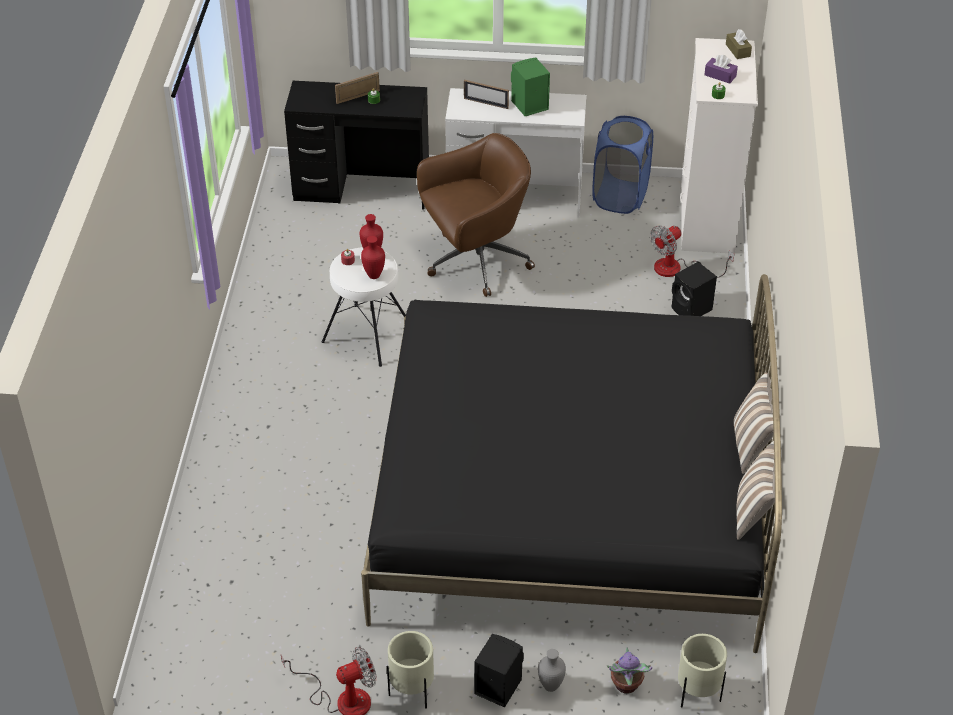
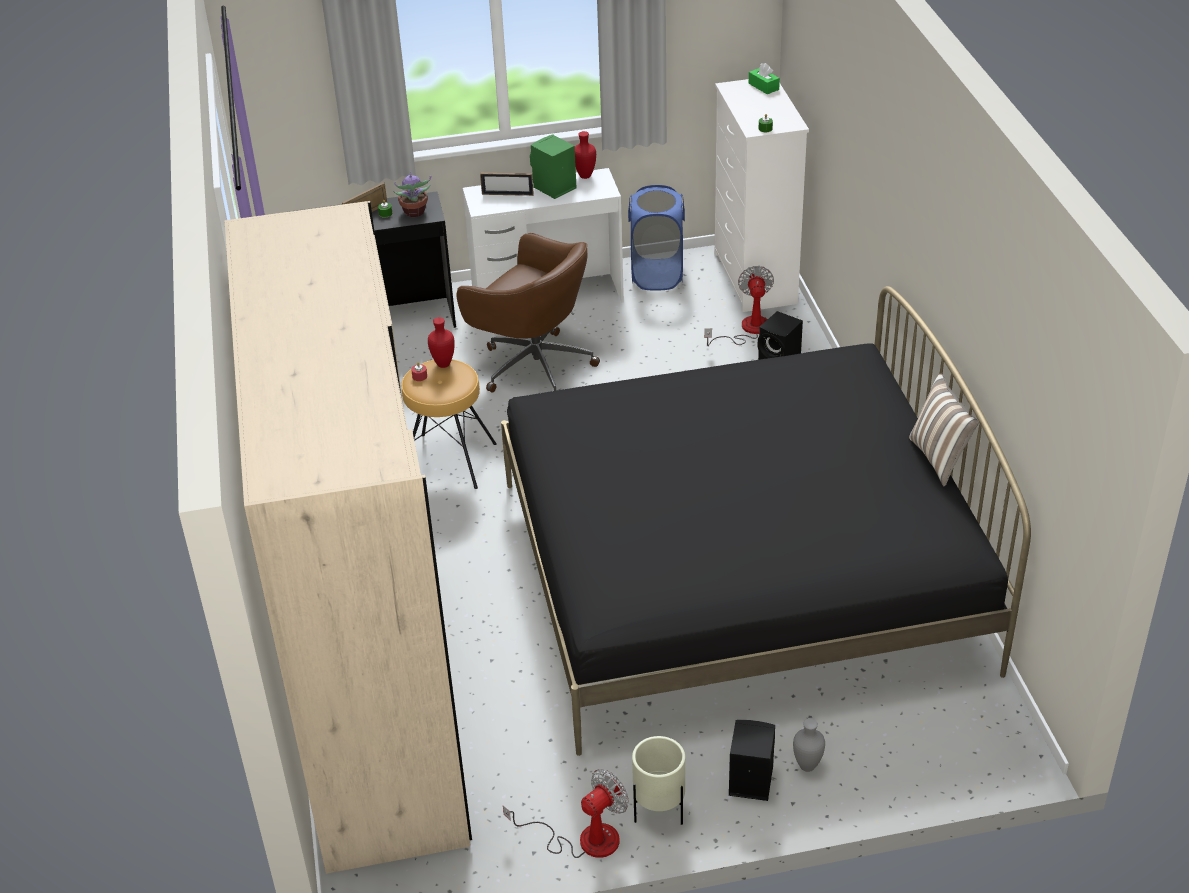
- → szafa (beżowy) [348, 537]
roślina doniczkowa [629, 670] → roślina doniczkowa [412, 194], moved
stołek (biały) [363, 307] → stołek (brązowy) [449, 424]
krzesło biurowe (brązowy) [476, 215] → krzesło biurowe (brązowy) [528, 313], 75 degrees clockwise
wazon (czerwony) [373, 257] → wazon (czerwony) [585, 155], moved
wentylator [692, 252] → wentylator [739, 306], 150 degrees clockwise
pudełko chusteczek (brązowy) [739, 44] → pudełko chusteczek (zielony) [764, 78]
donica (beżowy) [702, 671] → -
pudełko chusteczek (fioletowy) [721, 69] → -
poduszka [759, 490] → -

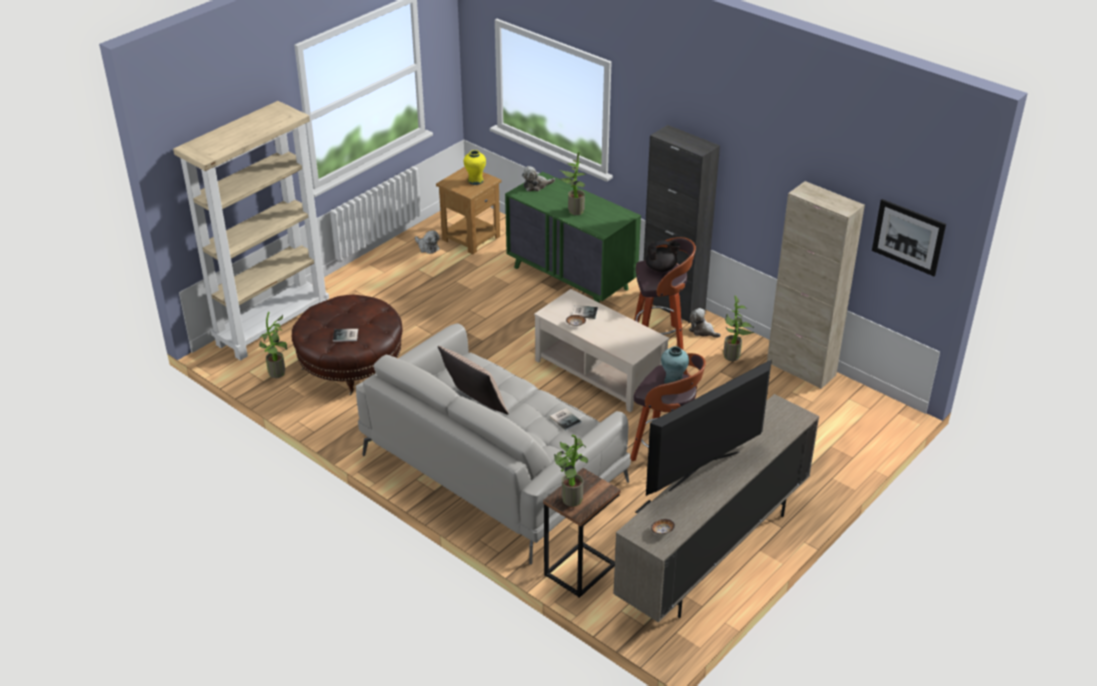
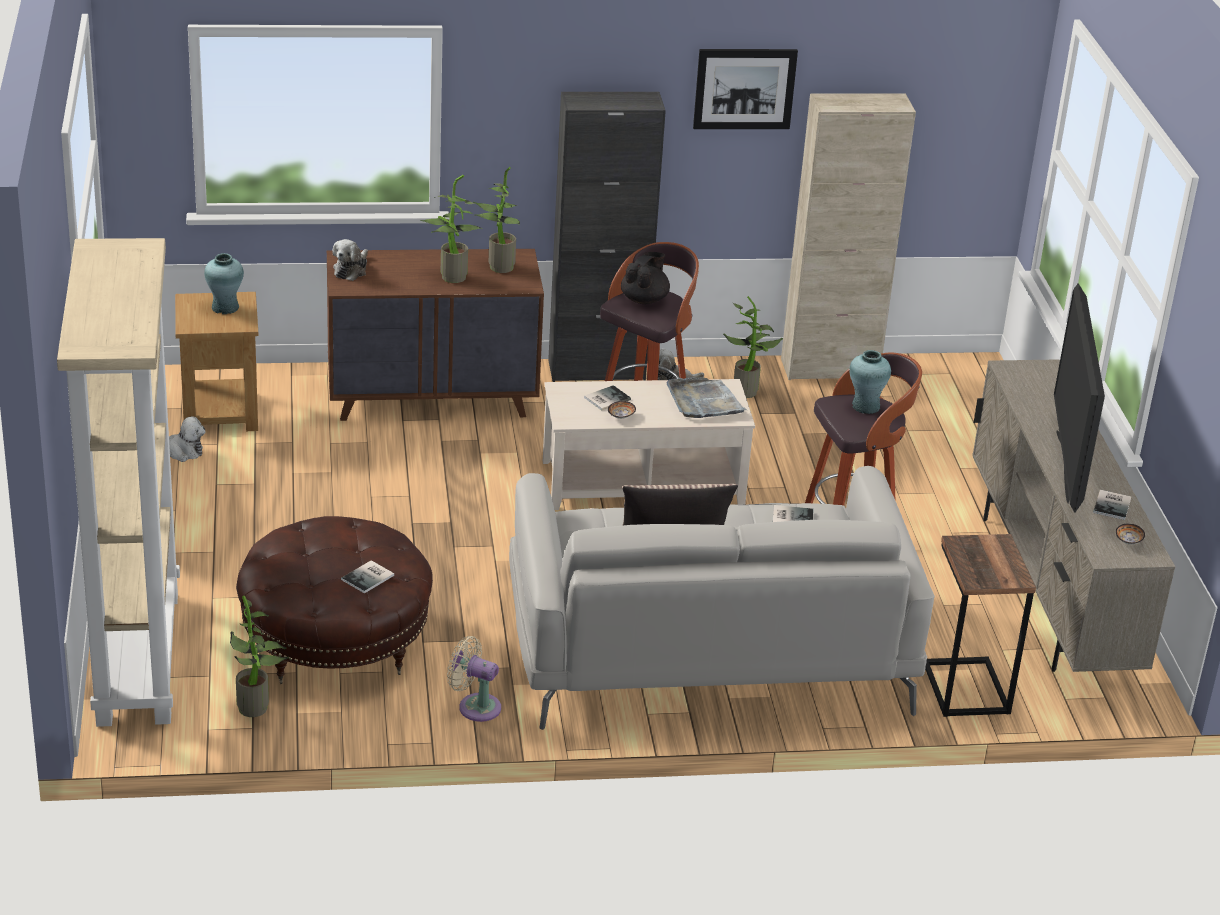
wazon (żółty) [475, 167] → wazon (turkusowy) [224, 283]
komoda (zielony) [573, 237] → komoda (brązowy) [435, 335]
- → wentylator (beżowy) [474, 679]
roślina doniczkowa [571, 471] → roślina doniczkowa [496, 220], moved
- → taca (szary) [706, 397]
obraz [909, 237] → obraz [745, 89], moved
- → książka [1112, 505]

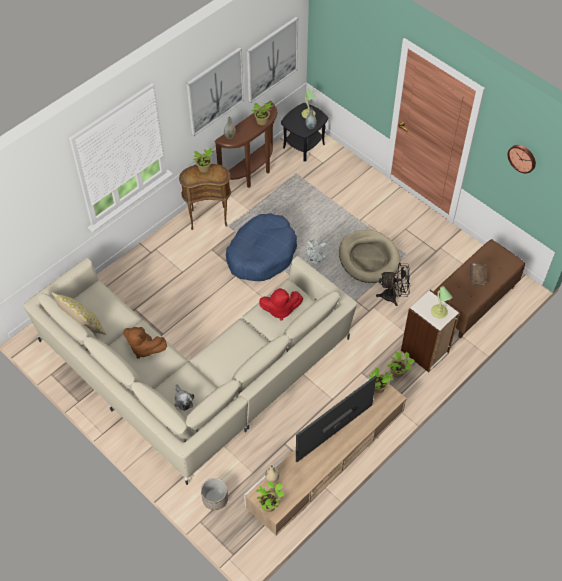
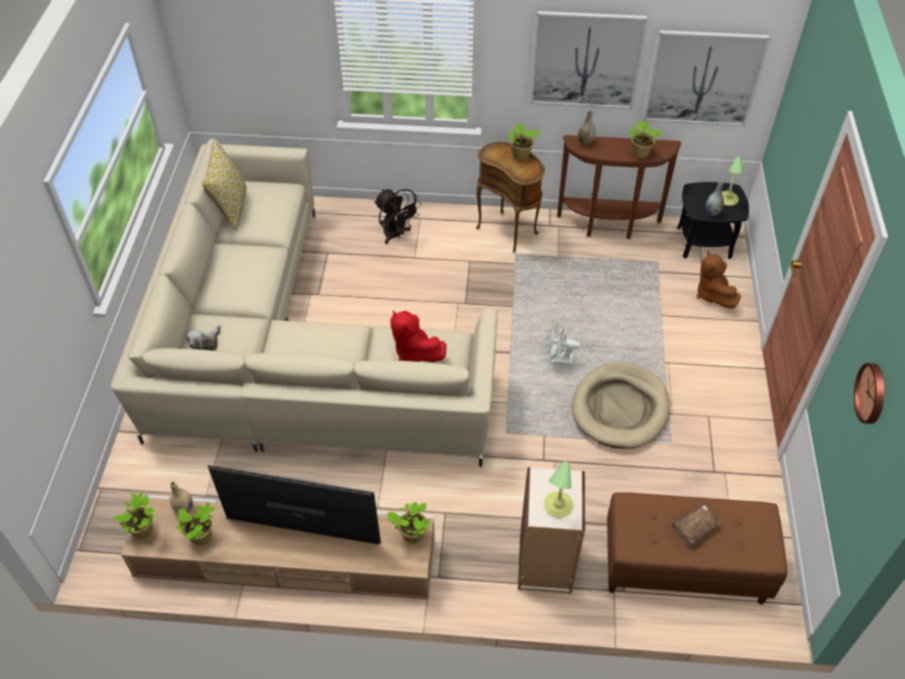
roślina doniczkowa [400, 364] → roślina doniczkowa [195, 523], moved
wentylator (czarny) [393, 284] → wentylator (czarny) [398, 216], moved
pluszak (brązowy) [145, 343] → pluszak (brązowy) [718, 279], moved
donica [214, 494] → -
legowisko (niebieski) [261, 247] → -

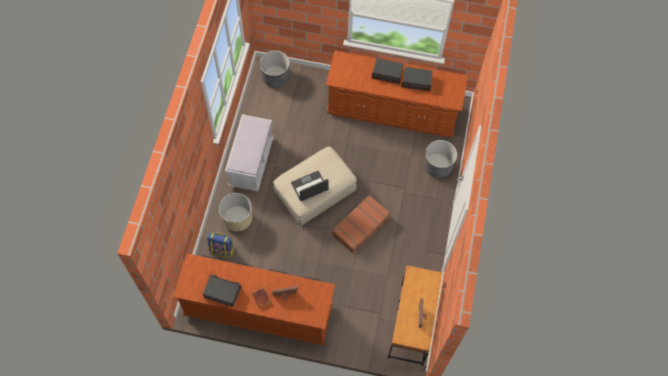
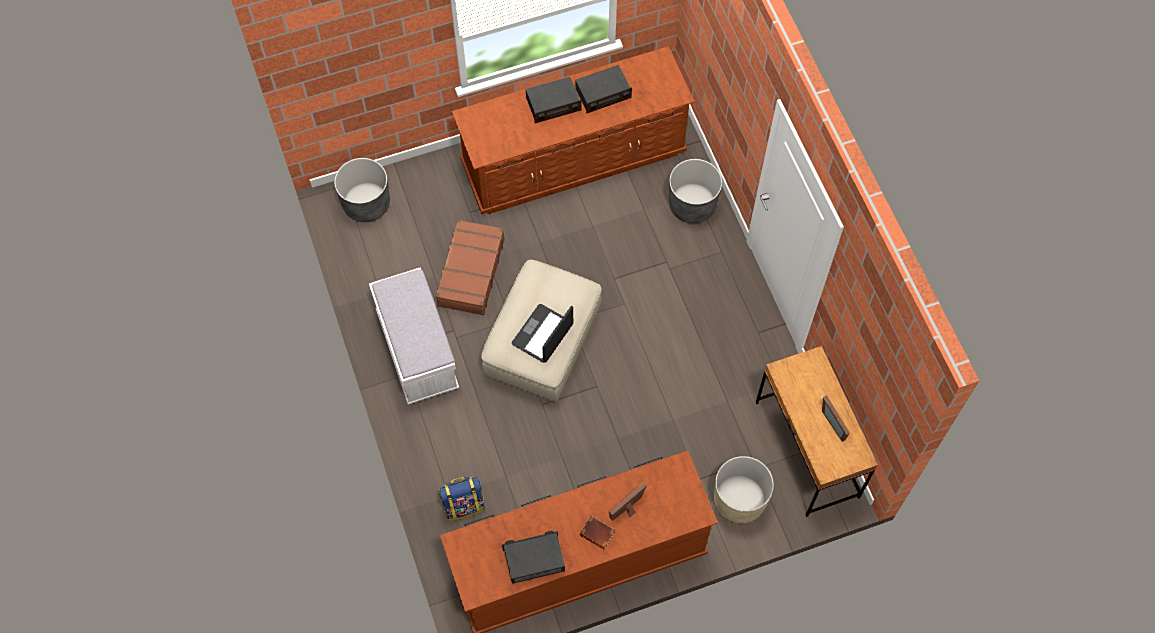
walizka (brązowy) [361, 224] → walizka (brązowy) [470, 267], moved
donica (beżowy) [235, 212] → donica (beżowy) [744, 489], moved

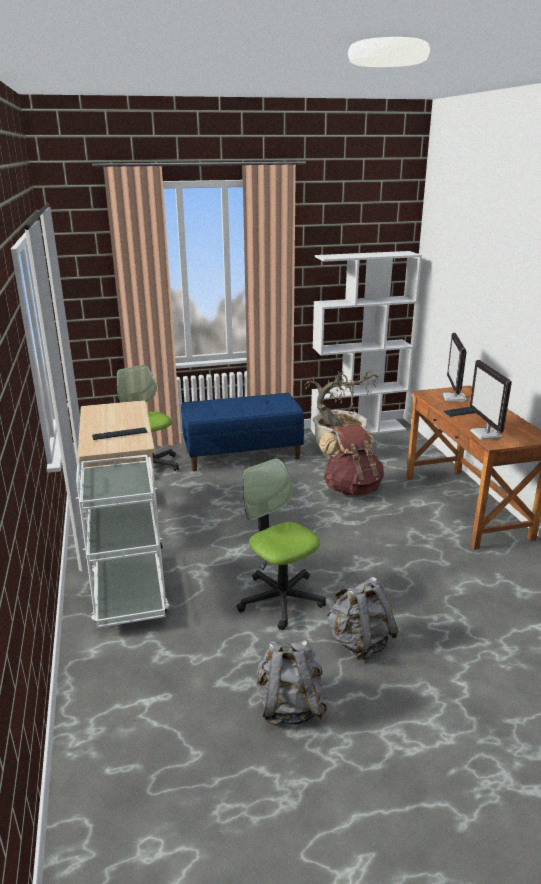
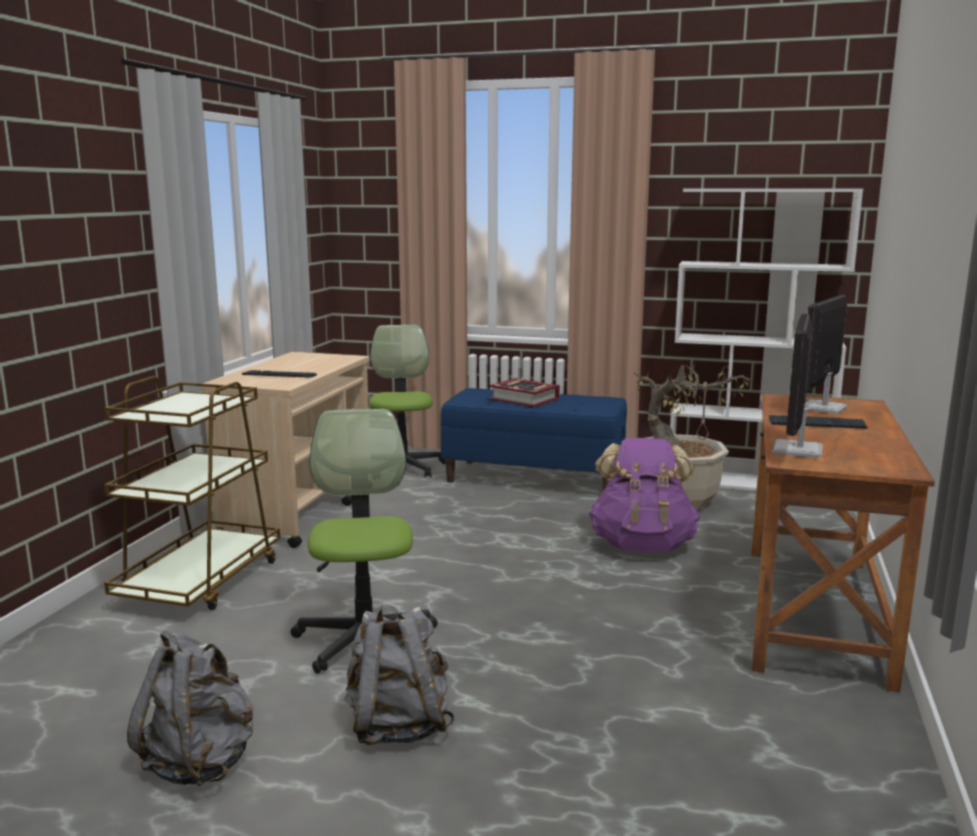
wózek (biały) [122, 541] → wózek (brązowy) [192, 493]
- → książka [524, 392]
plecak (brązowy) [351, 460] → plecak (fioletowy) [644, 495]

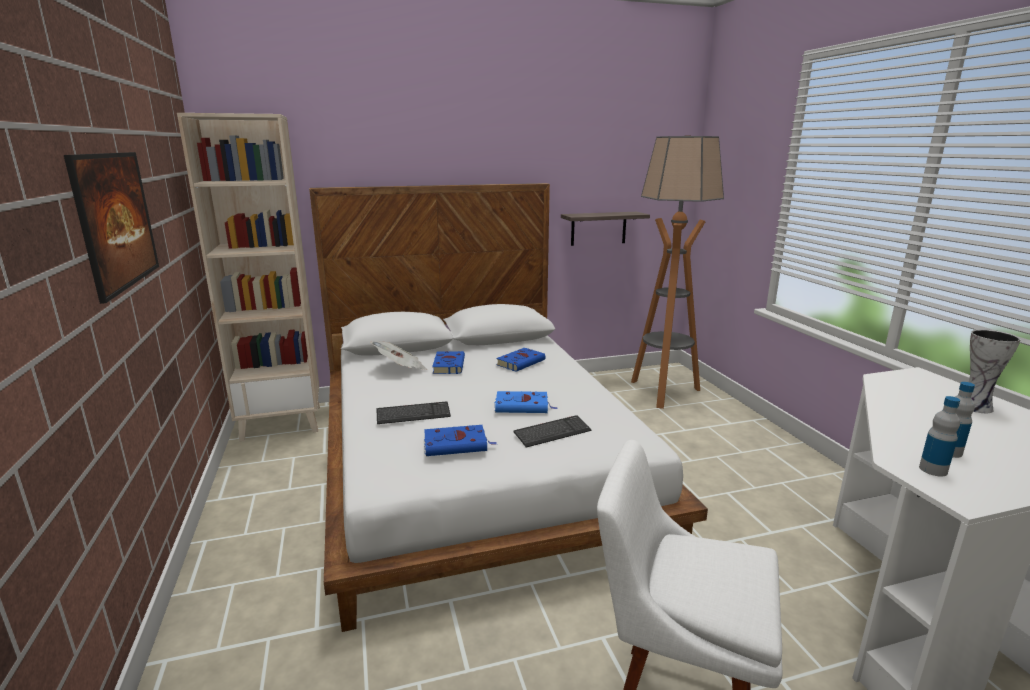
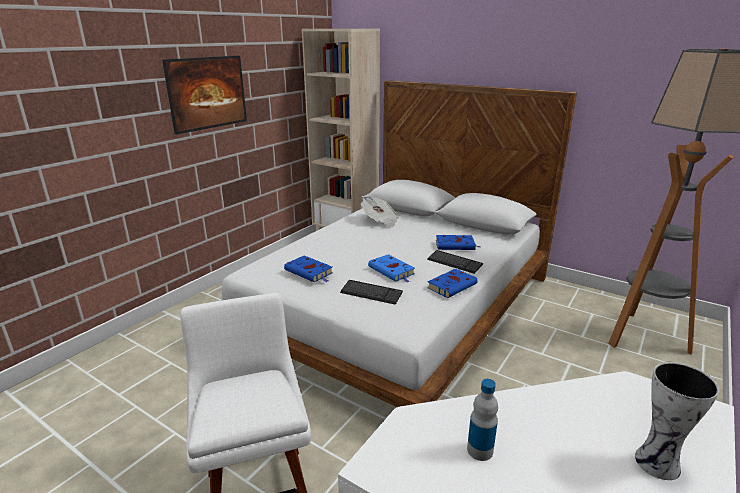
klawiatura [413, 413] → klawiatura [455, 262], moved
książka (niebieski) [448, 362] → książka (niebieski) [452, 283], moved
półka [605, 229] → -
butelka [939, 436] → -

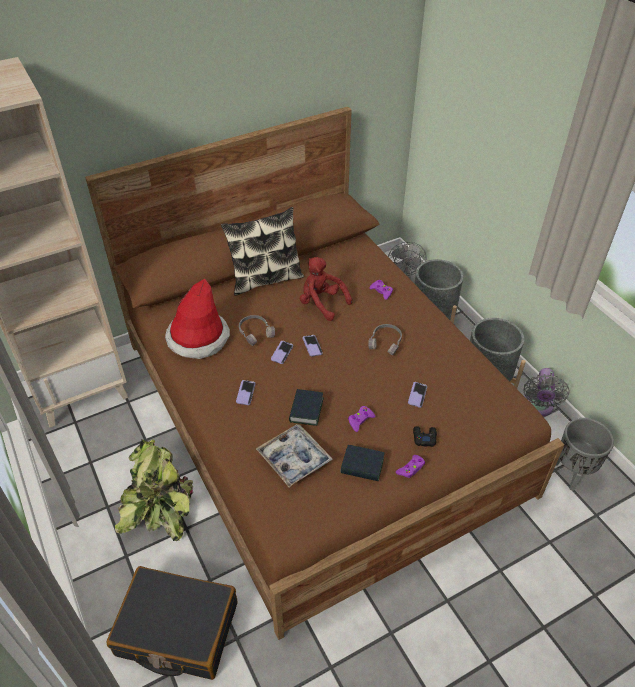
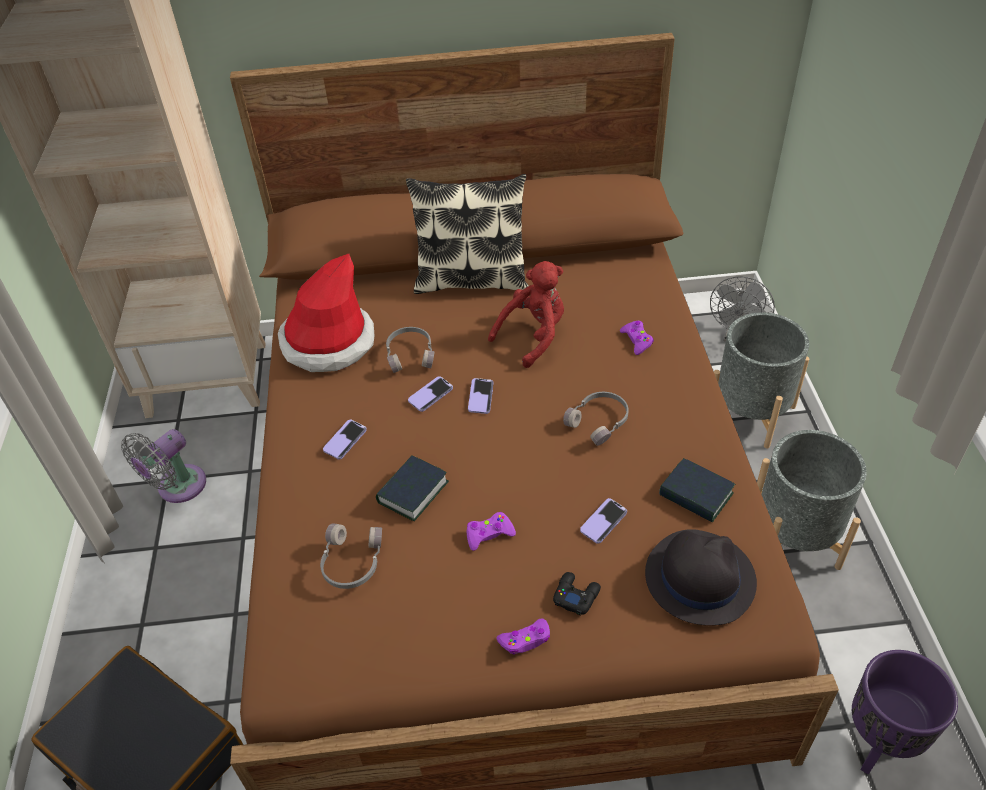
wentylator (szary) [546, 392] → wentylator (szary) [163, 466], moved
taca [294, 455] → słuchawki (szary) [351, 556]
pluszak (czerwony) [326, 289] → pluszak (czerwony) [526, 314], 75 degrees clockwise
- → kapelusz (czarny) [701, 577]
książka [362, 463] → książka [697, 490], moved
donica (szary) [585, 454] → donica (fioletowy) [905, 712]
roślina doniczkowa [154, 490] → -

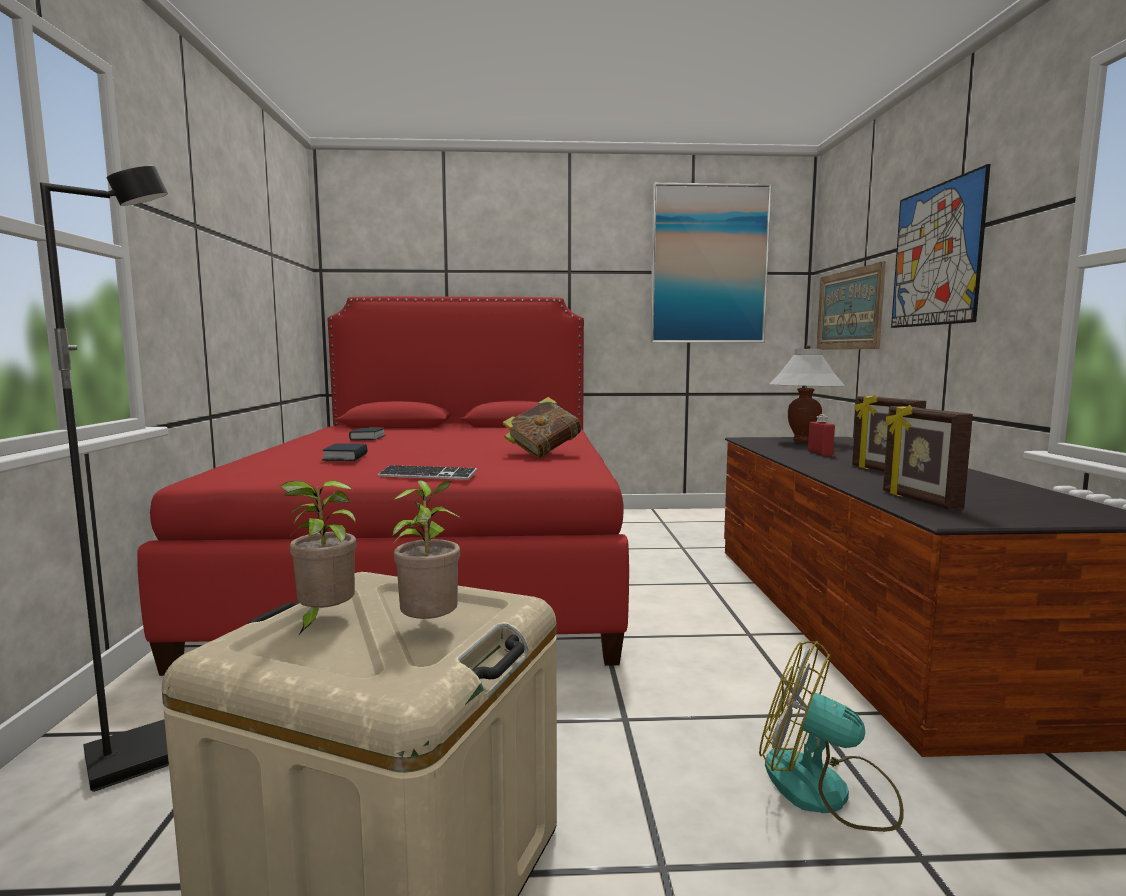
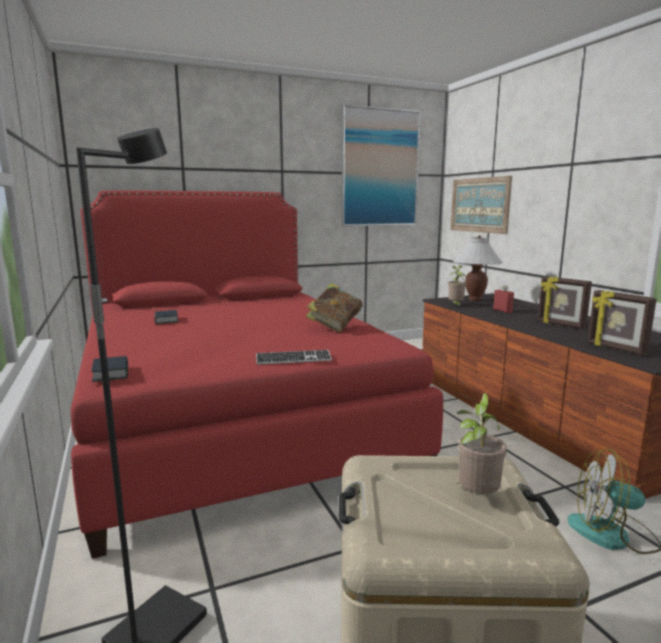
książka [345, 452] → książka [110, 369], moved
roślina doniczkowa [318, 557] → roślina doniczkowa [457, 285], moved
obraz [940, 246] → -

